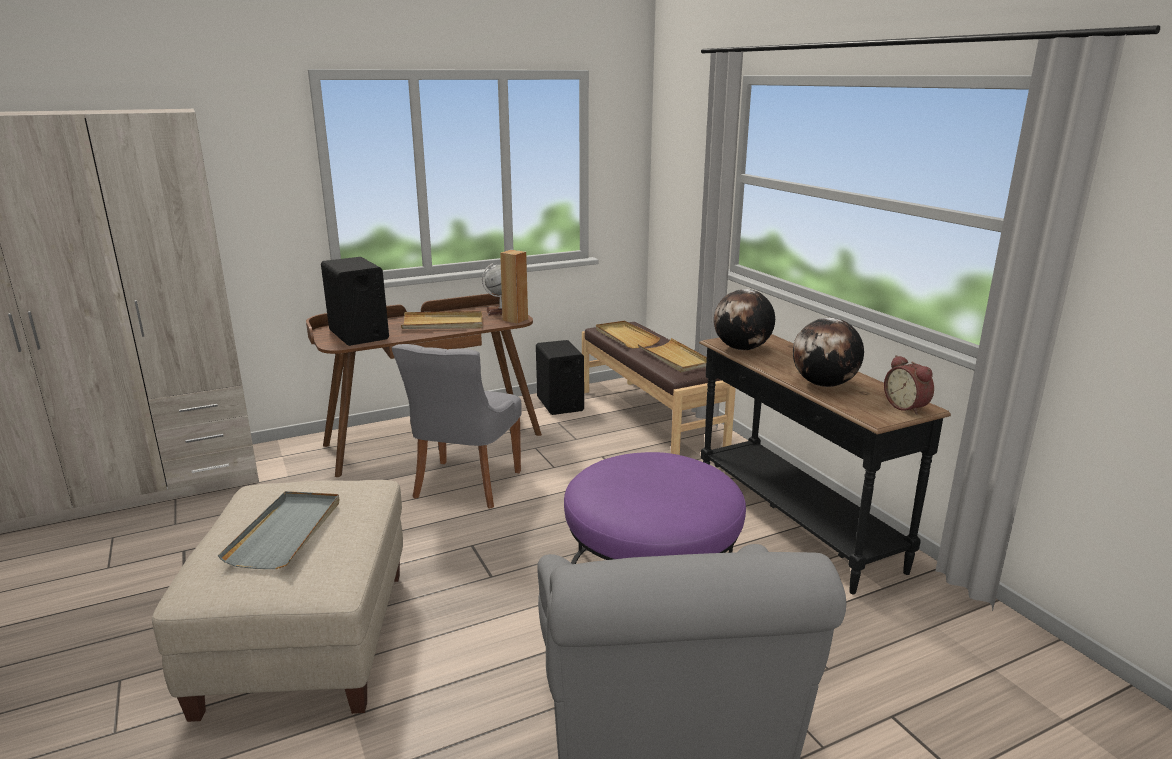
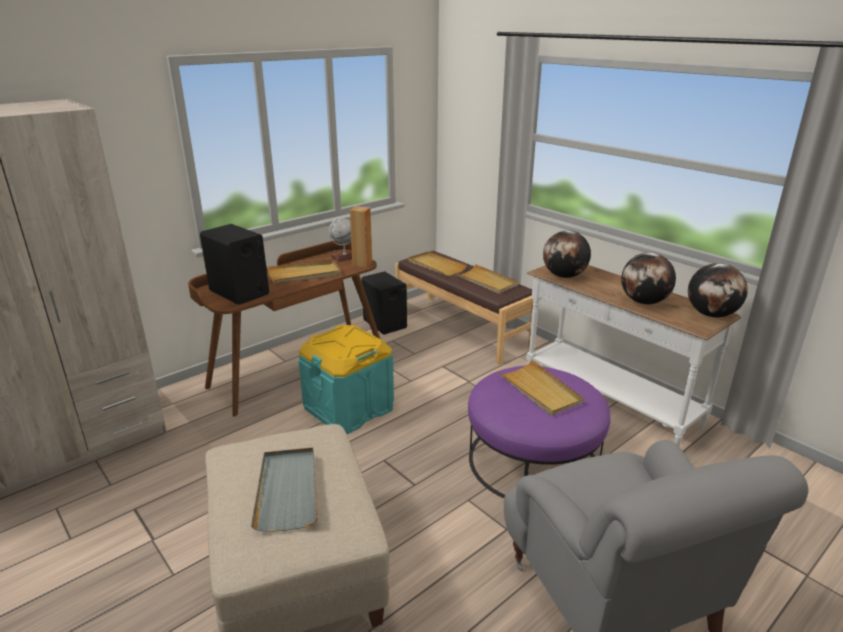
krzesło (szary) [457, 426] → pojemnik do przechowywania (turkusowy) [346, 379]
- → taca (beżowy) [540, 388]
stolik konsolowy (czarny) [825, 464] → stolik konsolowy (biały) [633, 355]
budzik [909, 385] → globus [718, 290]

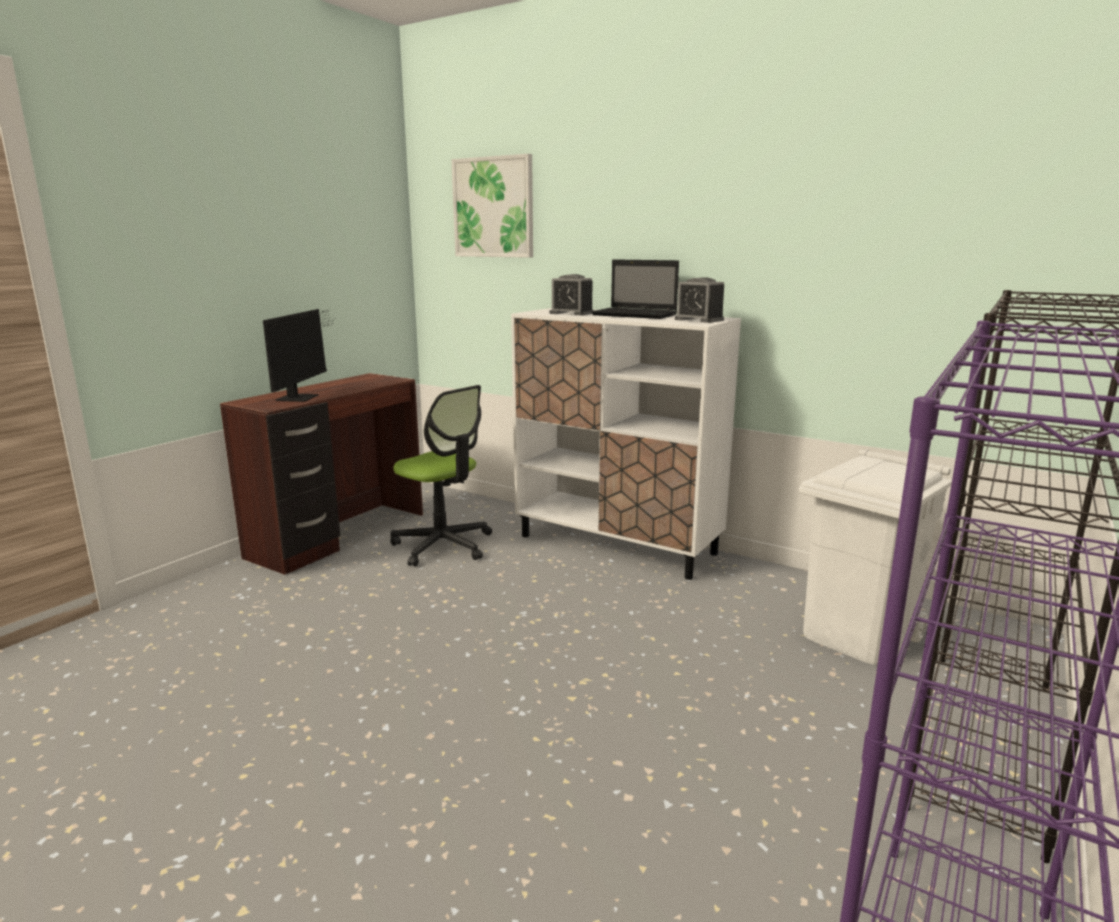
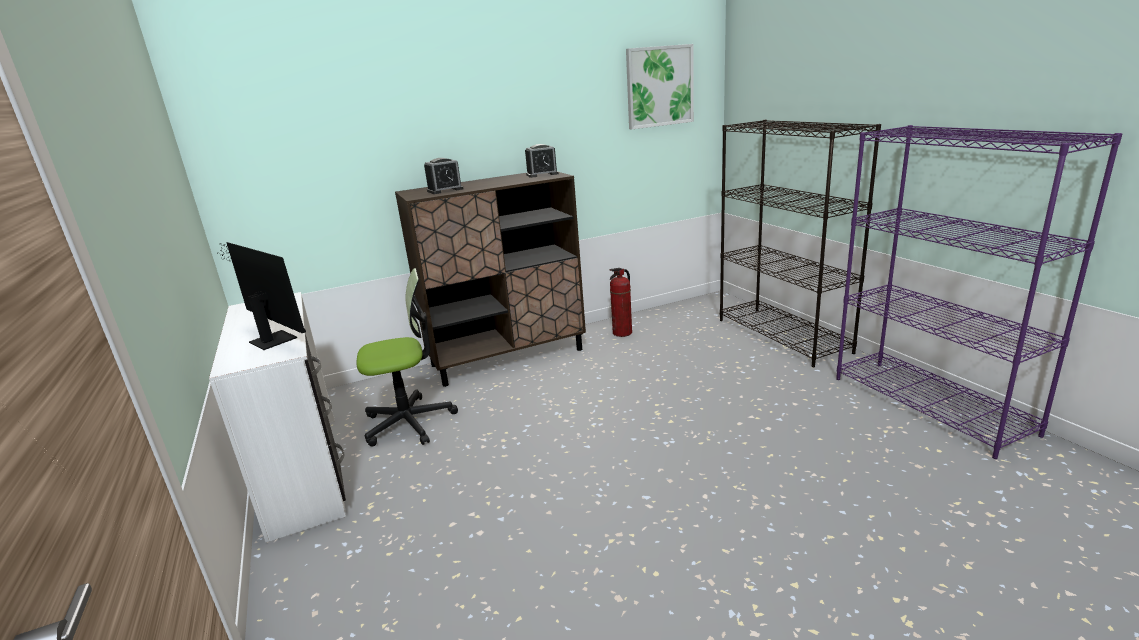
biurko (brązowy) [321, 474] → biurko (biały) [277, 417]
szafka (biały) [626, 444] → szafka (brązowy) [490, 279]
- → gaśnica [620, 302]
obraz [492, 206] → obraz [660, 86], moved
laptop [635, 289] → -
kosz na śmieci (biały) [875, 557] → -

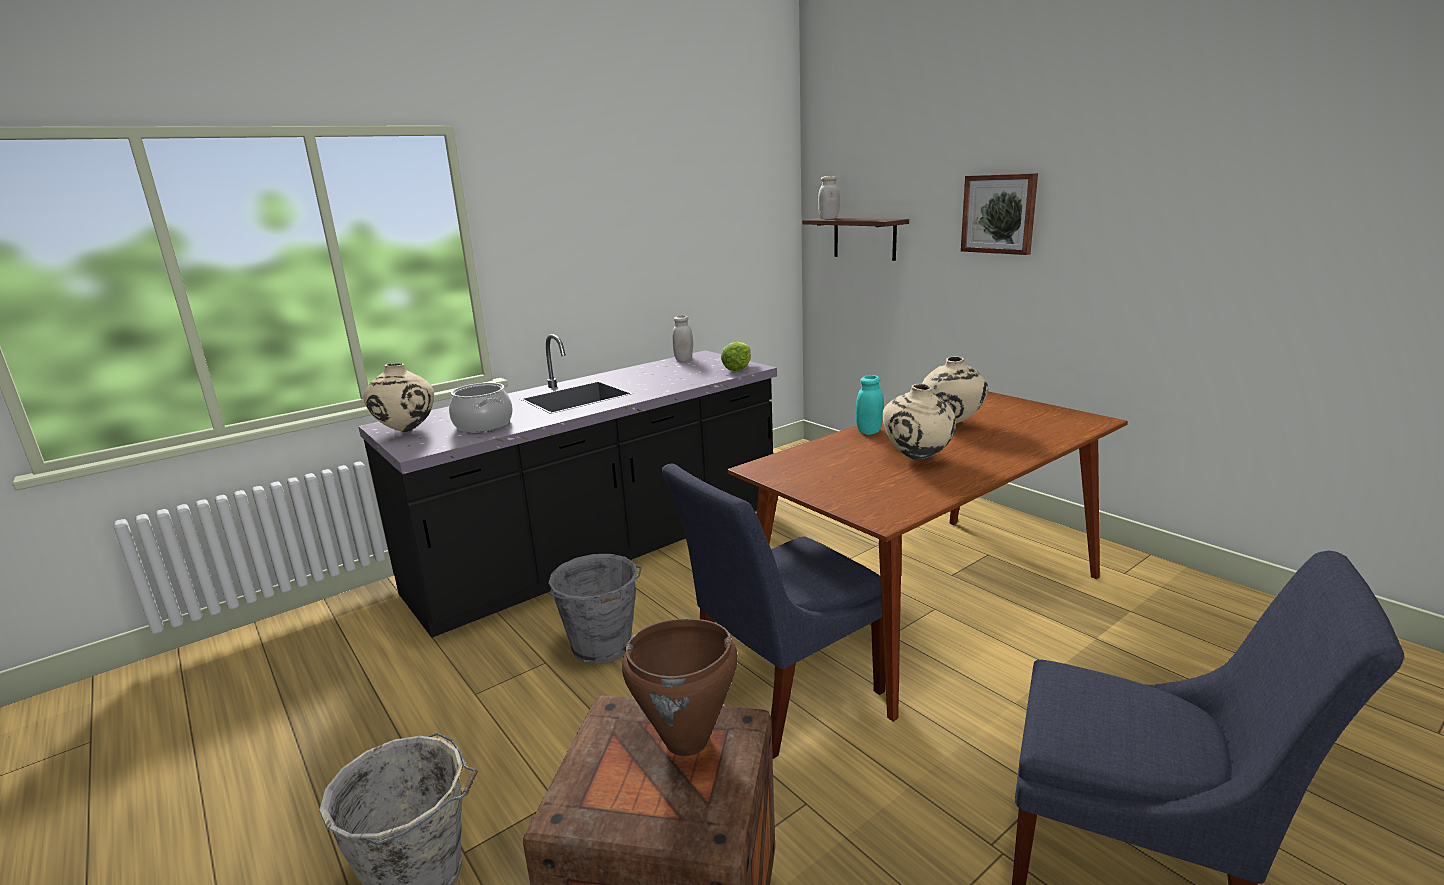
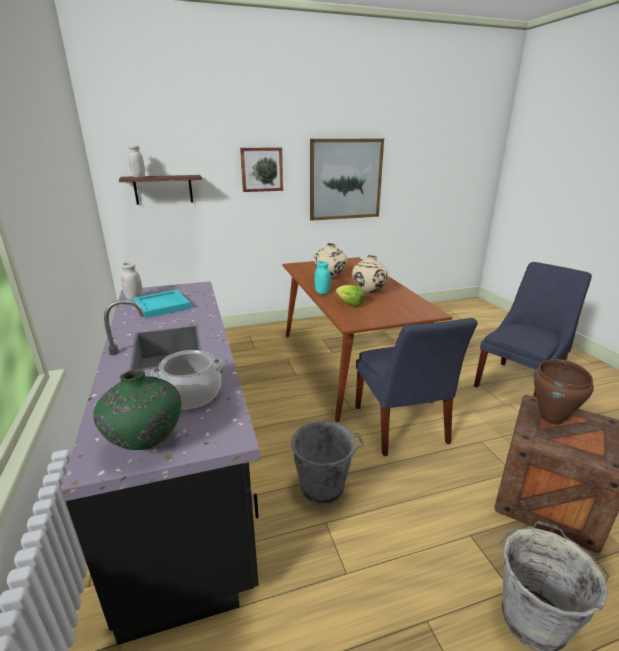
wazon (beżowy) [399, 397] → wazon (zielony) [137, 410]
- → taca (turkusowy) [162, 304]
- → obraz [347, 180]
sałata [736, 356] → sałata [350, 295], moved

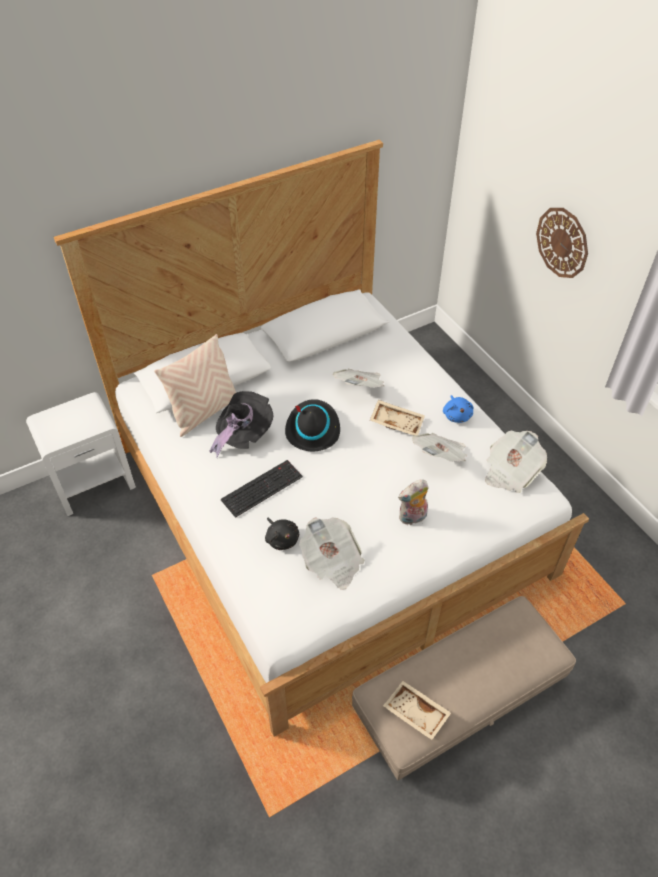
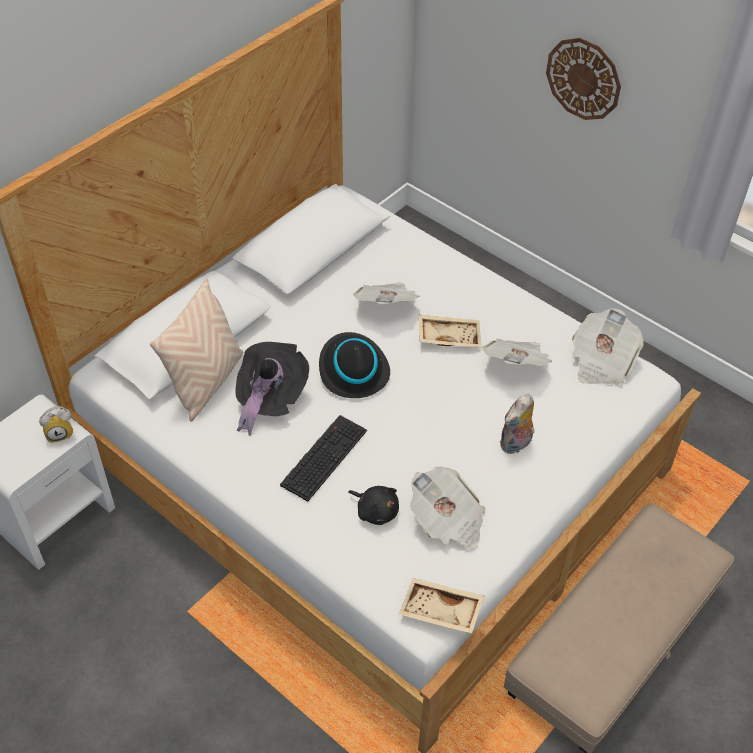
- → budzik [56, 424]
taca (beżowy) [417, 710] → taca (beżowy) [442, 606], moved
pluszak (niebieski) [458, 409] → -

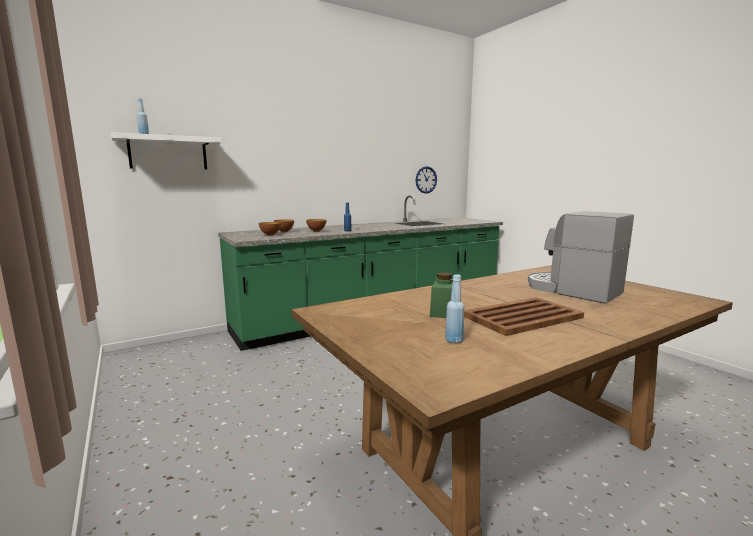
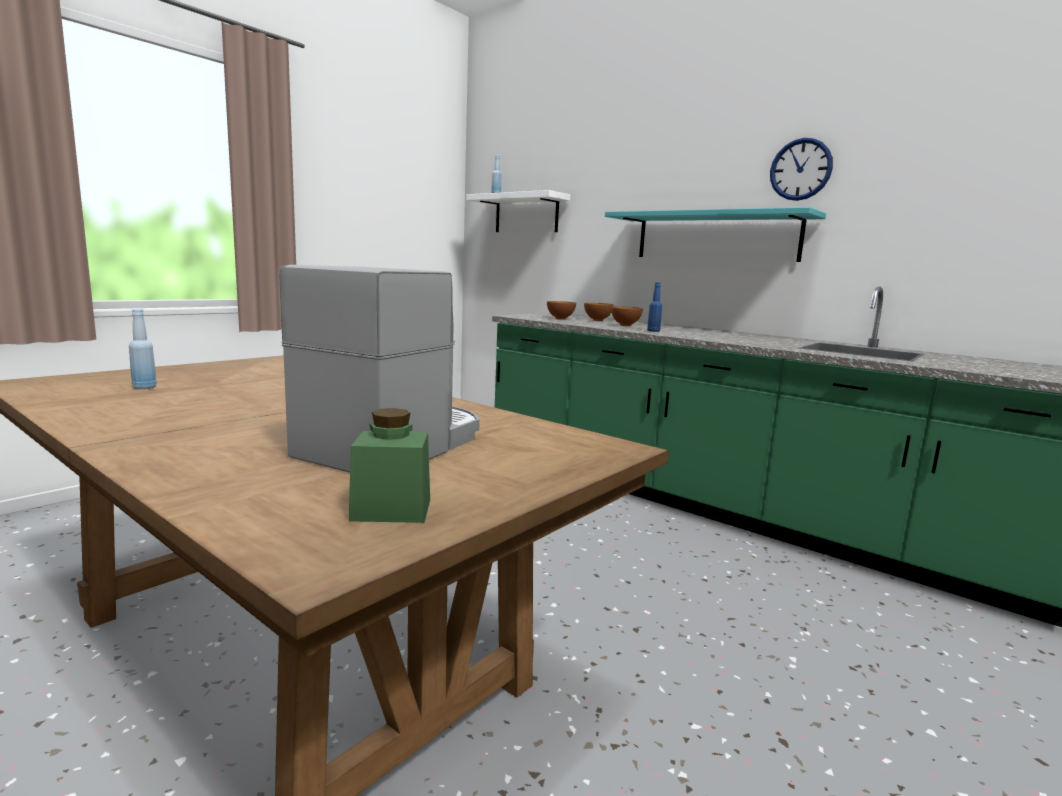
słoik (zielony) [441, 295] → słoik (zielony) [389, 465], moved
- → półka (turkusowy) [715, 234]
zegar ścienny [426, 180] → zegar ścienny [801, 169], moved
taca (brązowy) [524, 316] → -

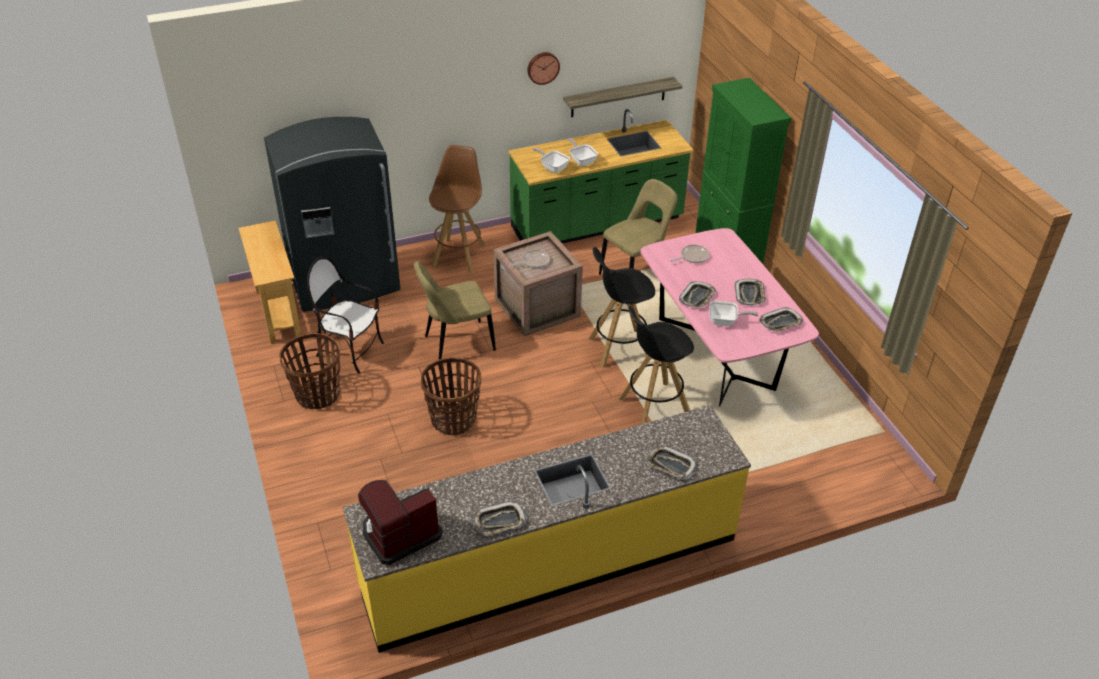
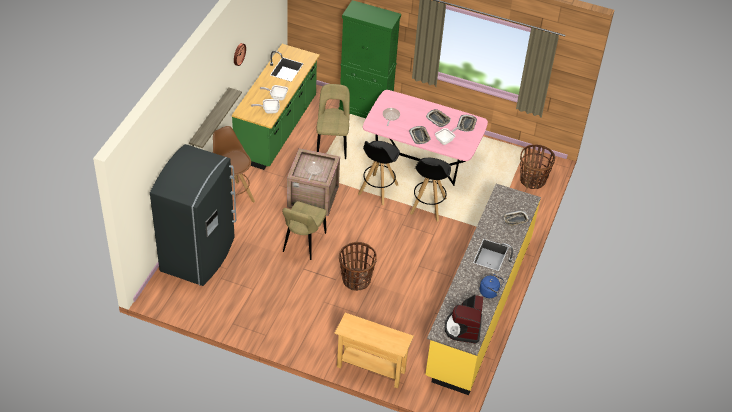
półka [622, 97] → półka [215, 118], moved
stolik konsolowy (beżowy) [270, 282] → stolik konsolowy (beżowy) [374, 350], moved
taca [500, 518] → czajnik (niebieski) [491, 286]
koszyk [310, 371] → koszyk [537, 166], moved
krzesło [345, 315] → -

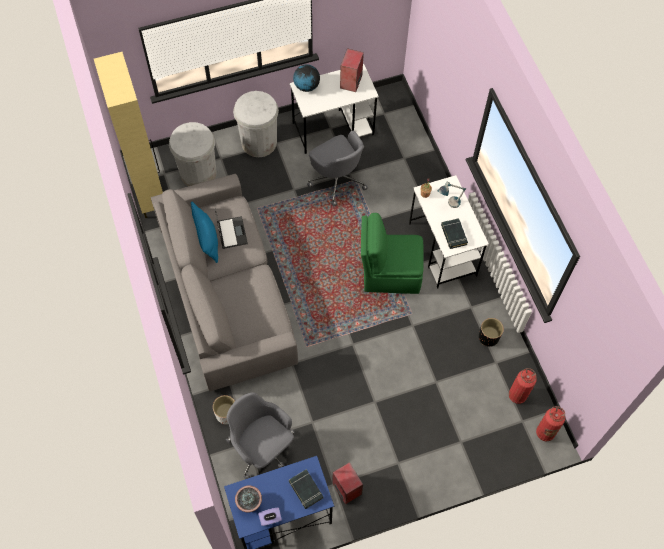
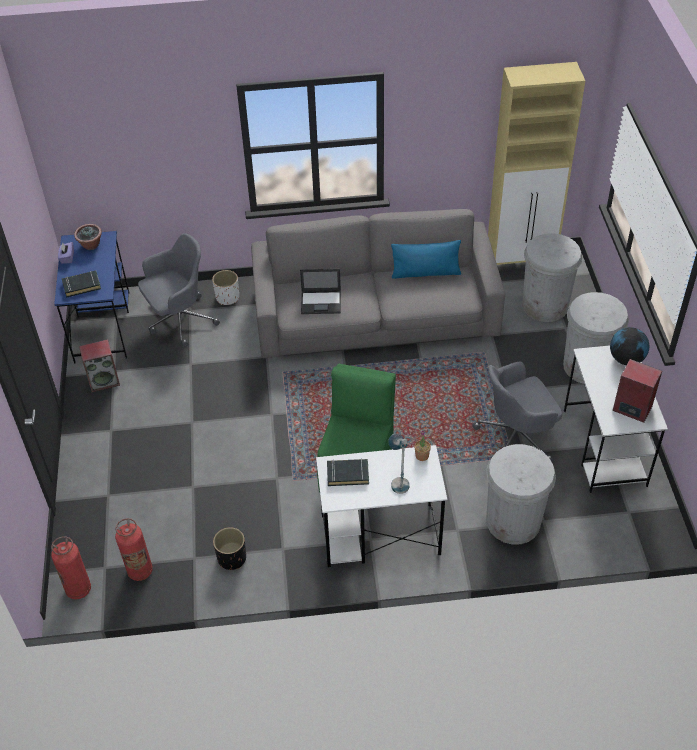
laptop [231, 228] → laptop [320, 291], moved
- → kosz na śmieci (biały) [521, 494]

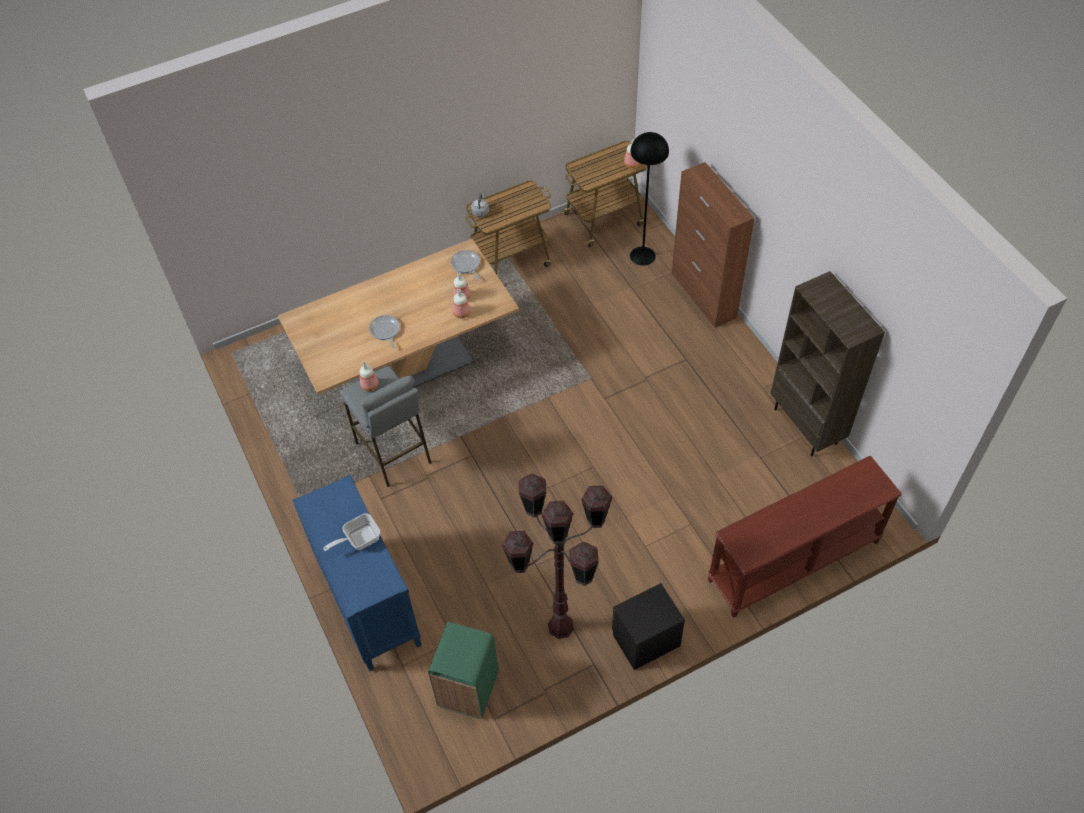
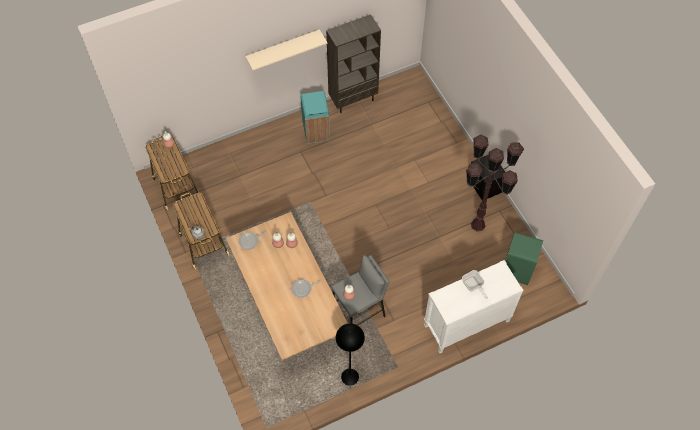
- → półka (beżowy) [286, 50]
- → kosz na śmieci (turkusowy) [315, 117]
lampa stojąca (czarny) [649, 199] → lampa stojąca (czarny) [350, 354], moved
komoda (niebieski) [357, 572] → komoda (biały) [474, 306]
szafka (brązowy) [713, 245] → -
stolik konsolowy (brązowy) [804, 536] → -

